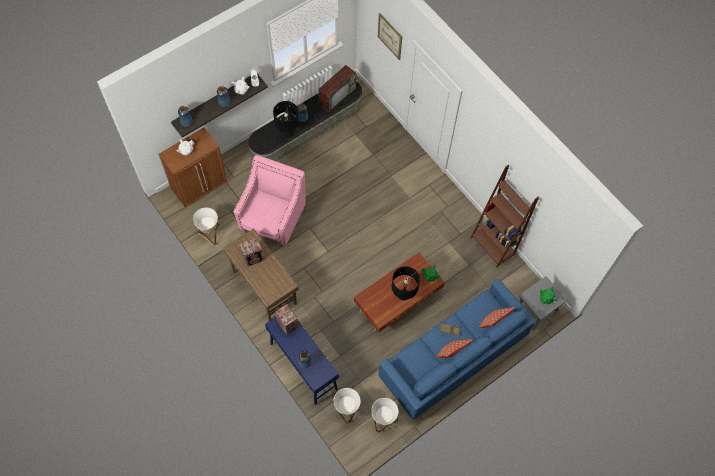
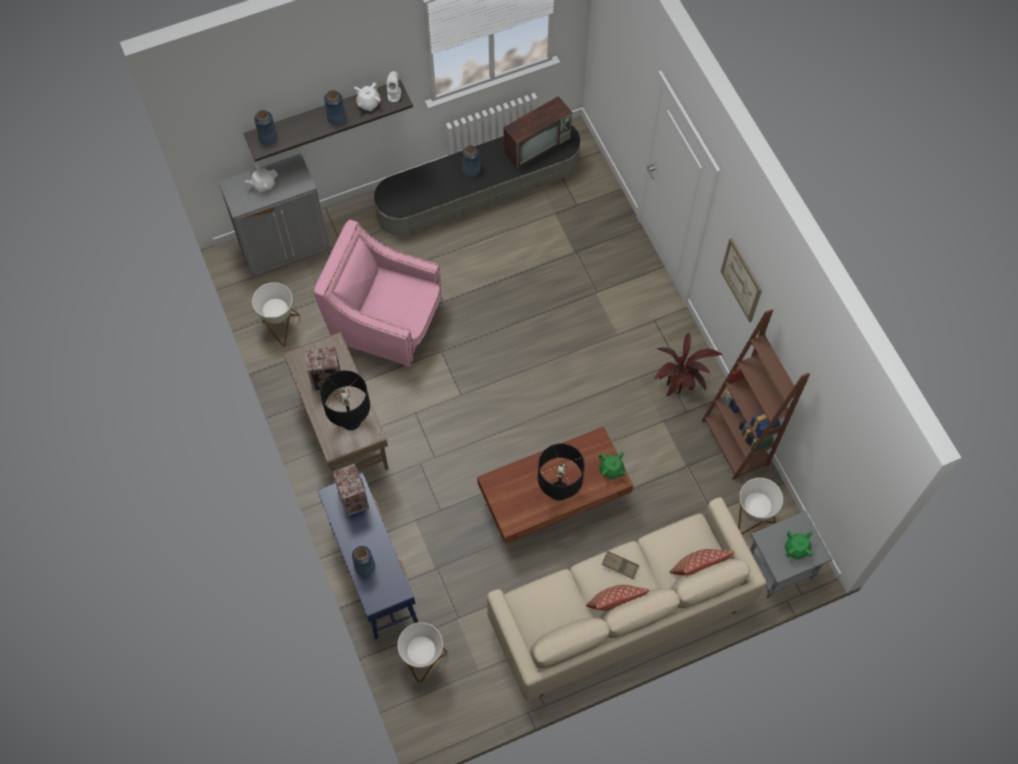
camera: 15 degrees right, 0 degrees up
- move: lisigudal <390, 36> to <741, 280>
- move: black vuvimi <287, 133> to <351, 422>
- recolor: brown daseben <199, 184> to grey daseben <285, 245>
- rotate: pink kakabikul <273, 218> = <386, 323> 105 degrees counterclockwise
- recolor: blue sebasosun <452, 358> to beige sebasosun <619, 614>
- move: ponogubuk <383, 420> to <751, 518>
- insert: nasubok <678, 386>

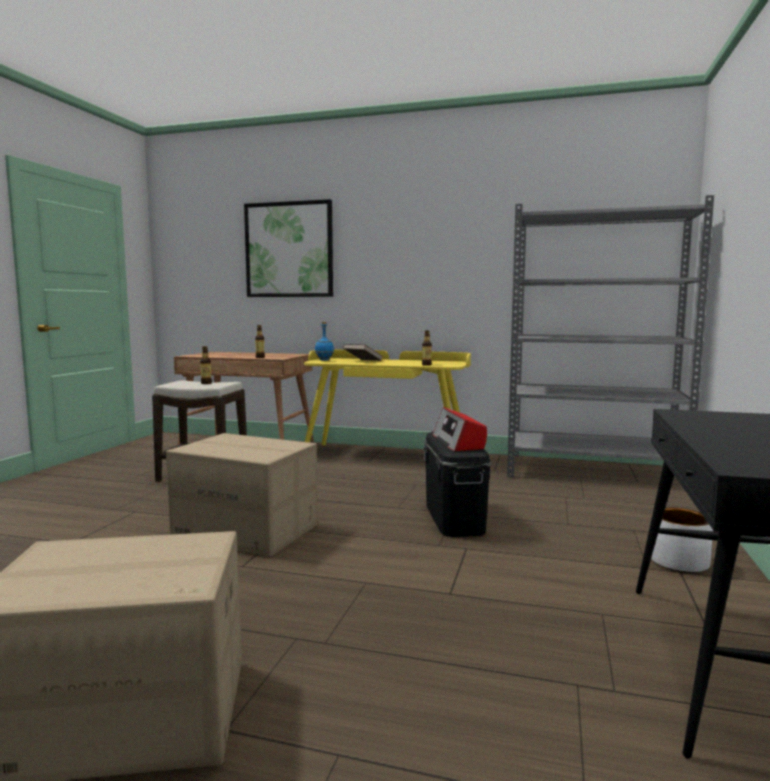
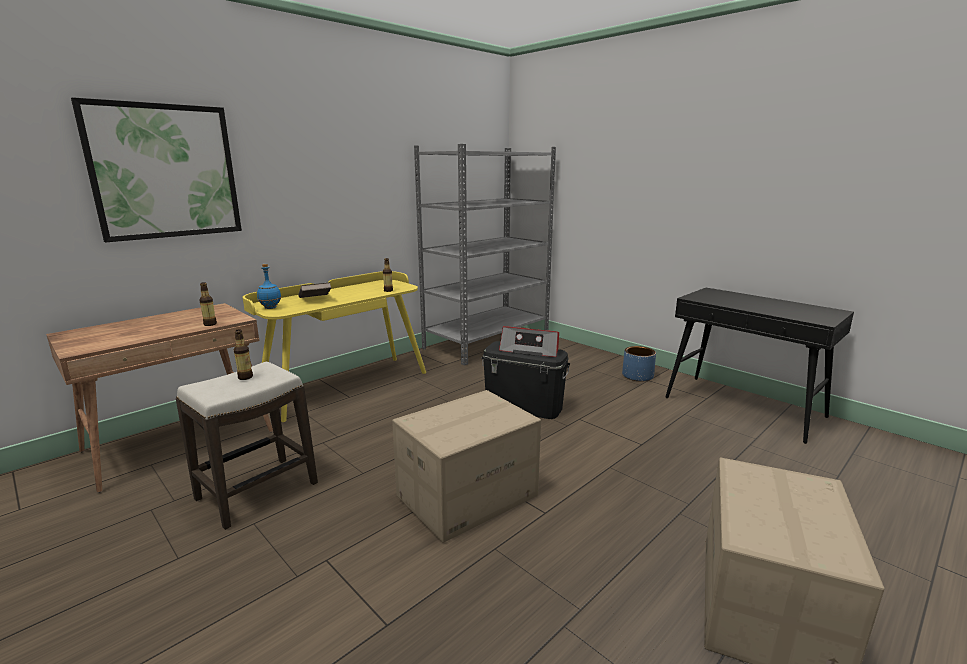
camera: 60 degrees left, 10 degrees up
- recolor: white ponogubuk <678, 562> to blue ponogubuk <637, 376>

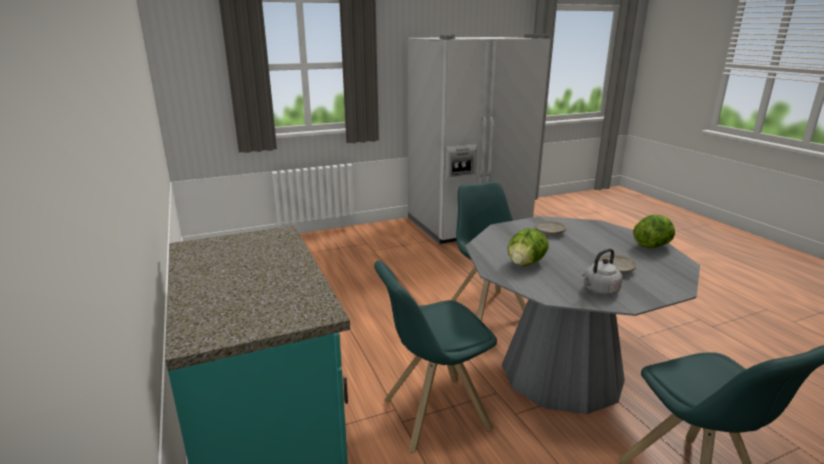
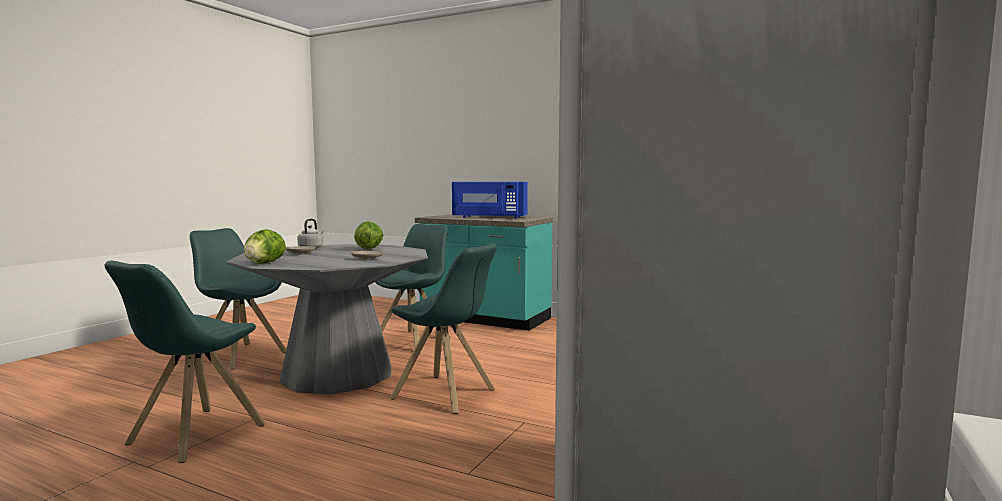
camera: 140 degrees right, 15 degrees down
- insert: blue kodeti <489, 217>
- insert: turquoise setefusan <195, 434>

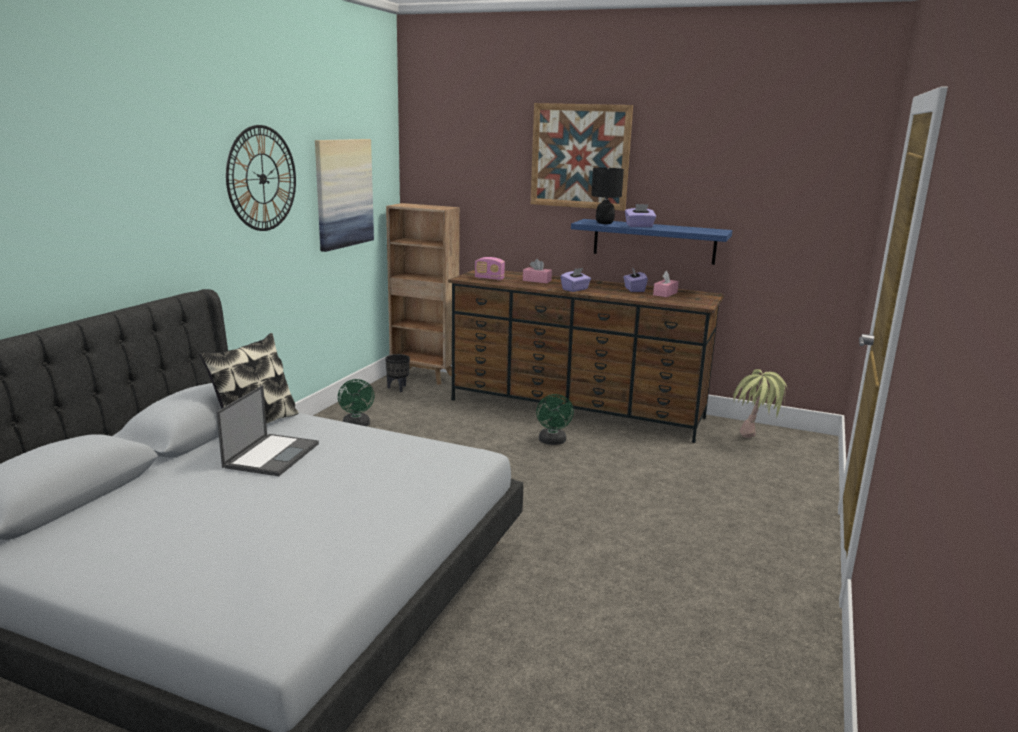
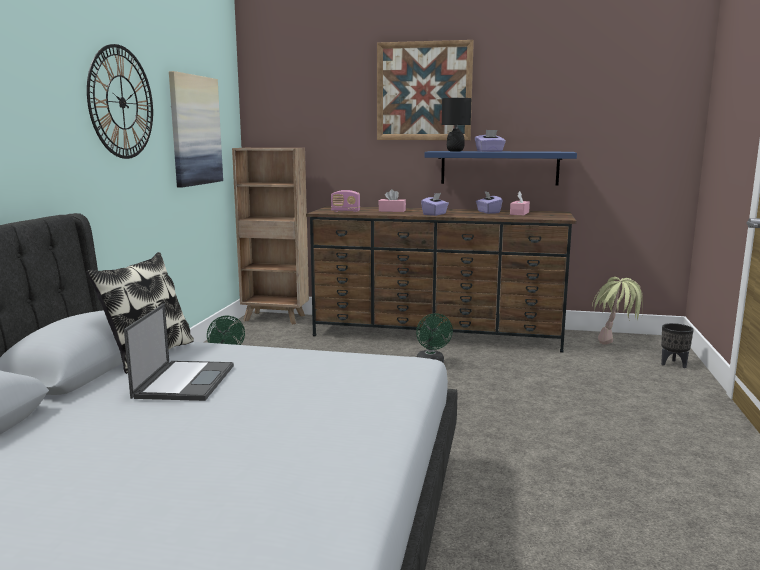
camera: 10 degrees left, 5 degrees down
- move: black ponogubuk <398, 388> to <673, 364>

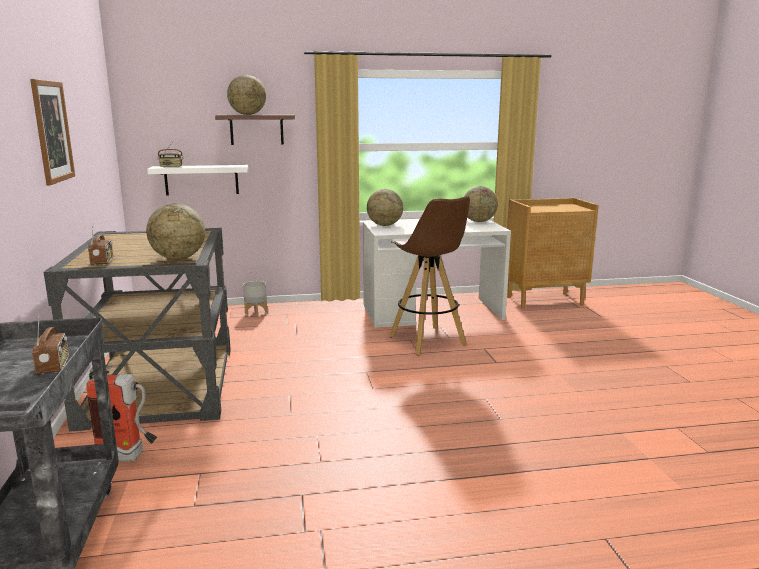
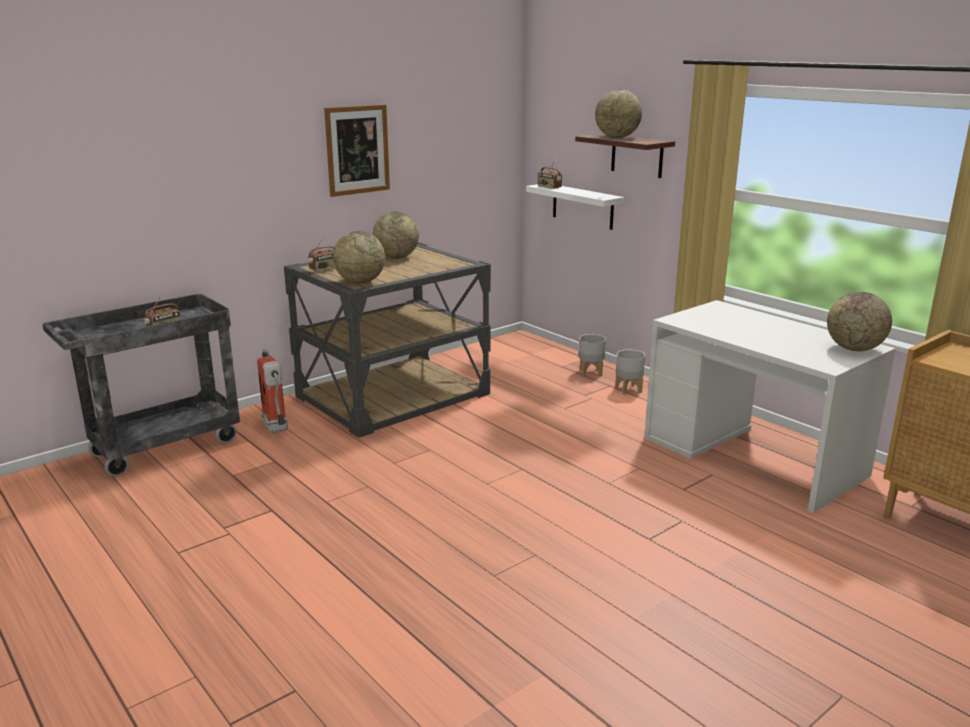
camera: 60 degrees right, 5 degrees up
- move: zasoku <384, 225> to <396, 257>
- delete: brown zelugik <427, 341>
- insert: grey ponogubuk <628, 389>

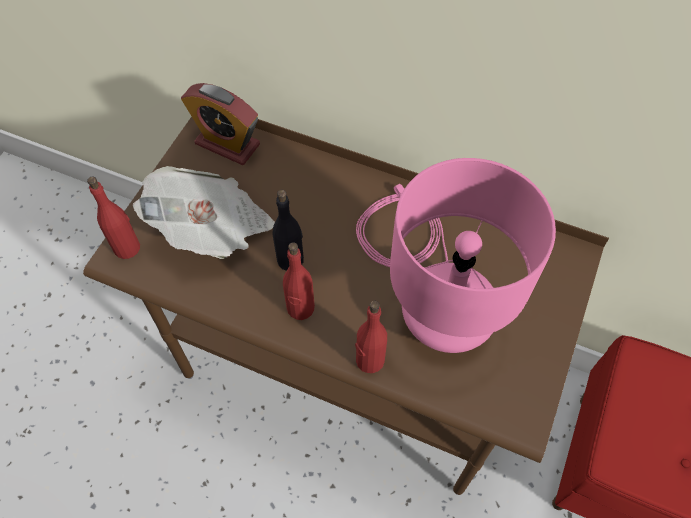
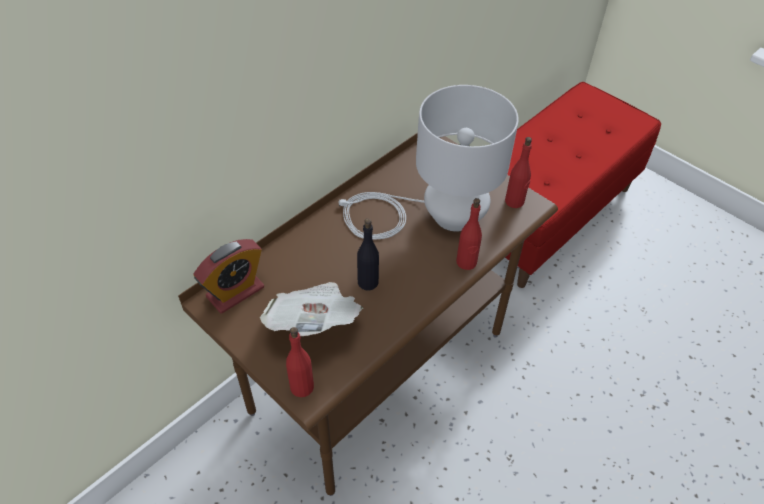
camera: 70 degrees left, 10 degrees down
- recolor: pink vuvimi <427, 284> to grey vuvimi <423, 215>
- move: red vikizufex <300, 308> to <514, 201>

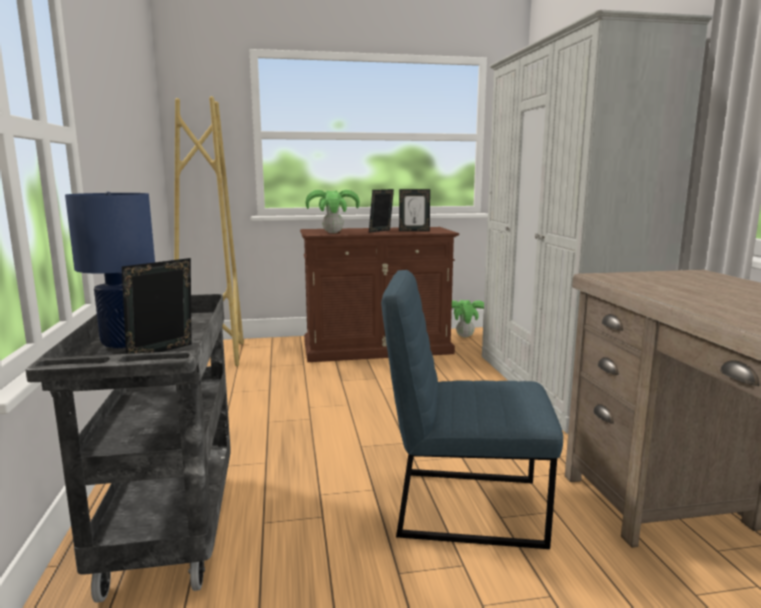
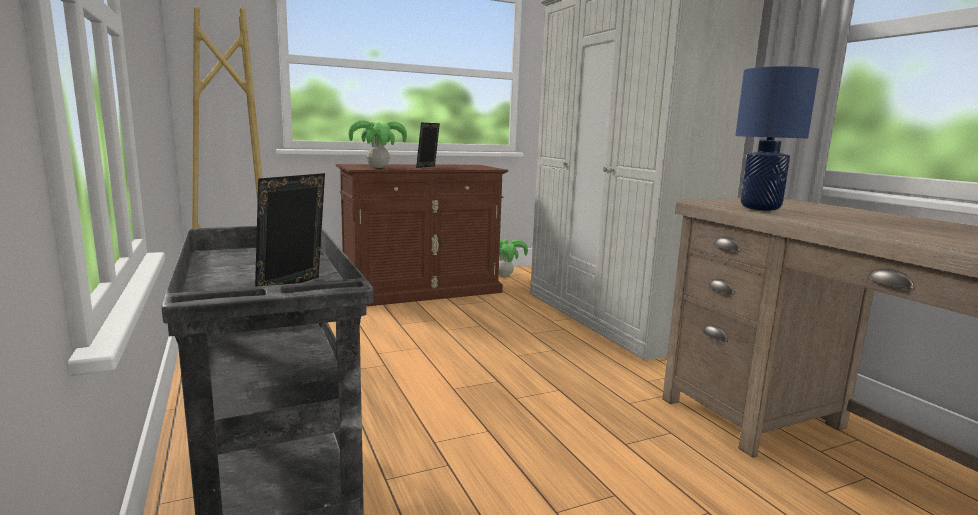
camera: 15 degrees left, 0 degrees up
- delete: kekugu <414, 231>
- move: blue vuvimi <124, 345> to <759, 209>
- delete: blue setefusan <464, 505>

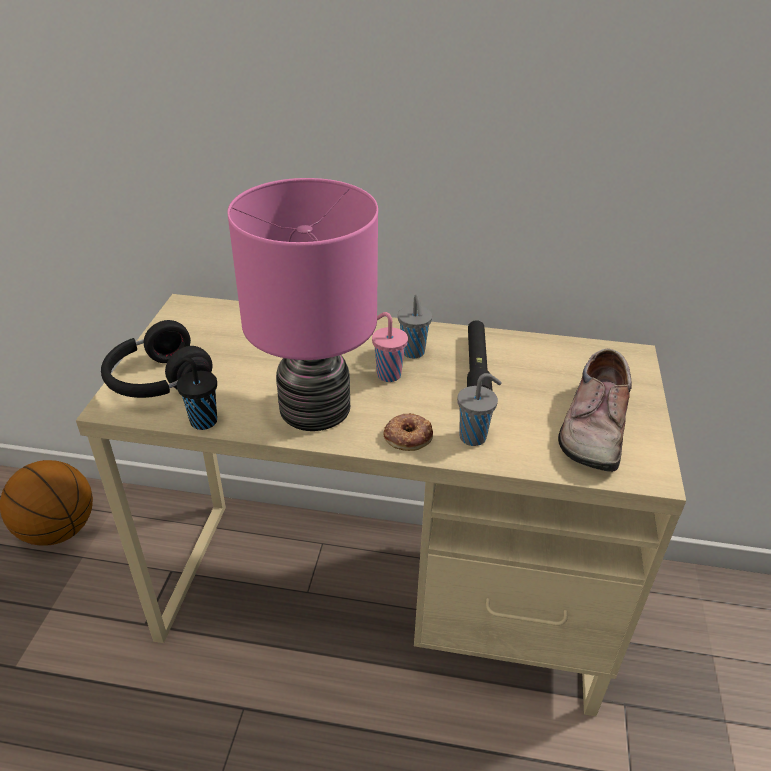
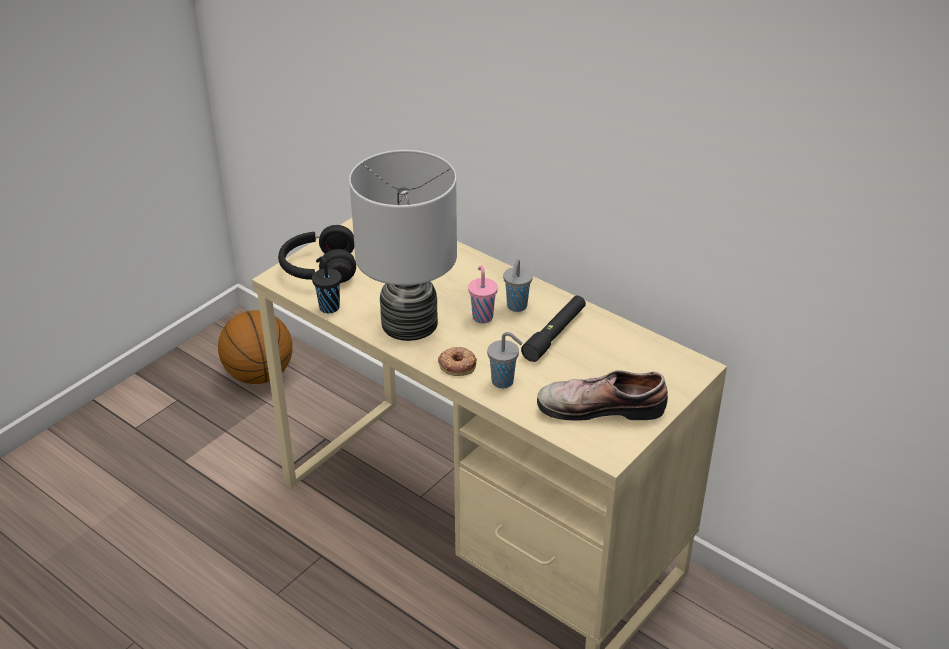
camera: 30 degrees right, 0 degrees up
- recolor: pink vuvimi <315, 408> to grey vuvimi <410, 323>
- rotate: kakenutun <591, 425> = <600, 405> 45 degrees clockwise

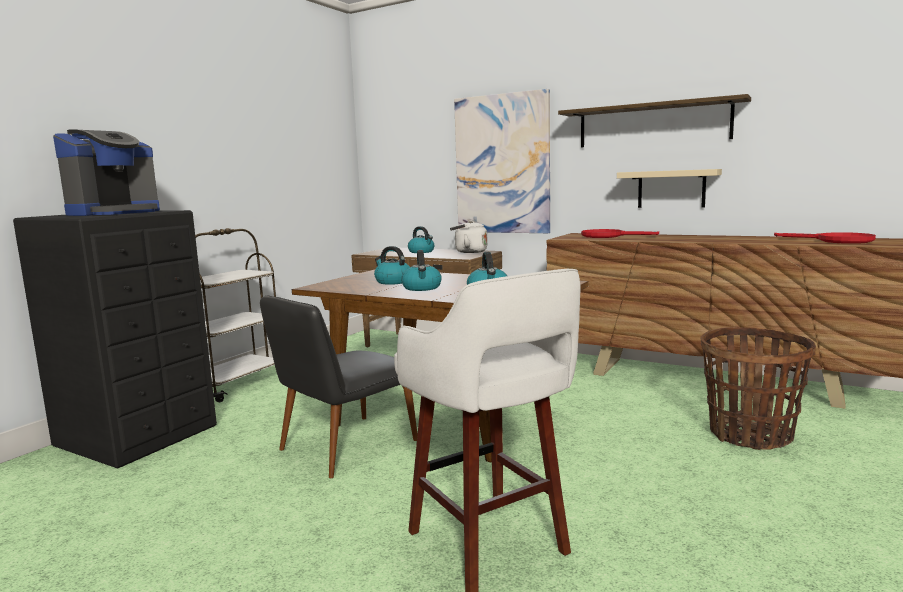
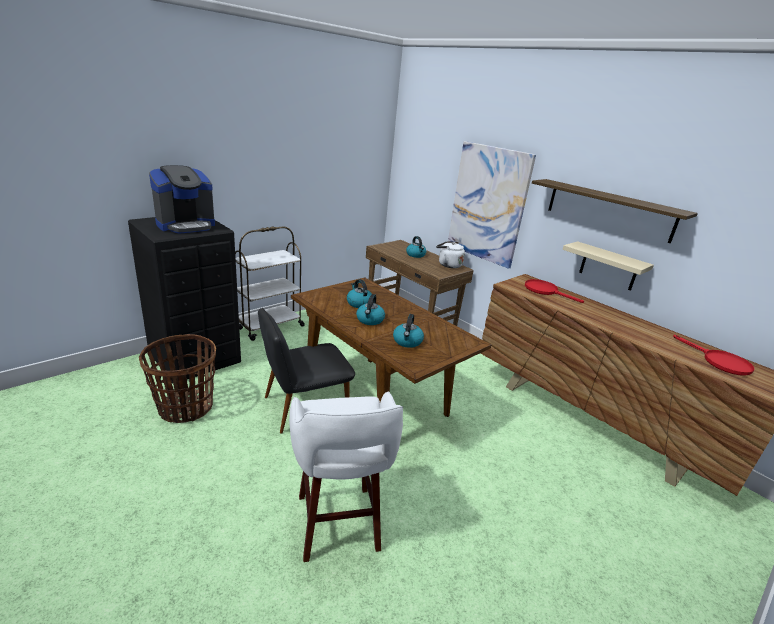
camera: 15 degrees right, 15 degrees up
- move: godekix <750, 435> to <185, 408>

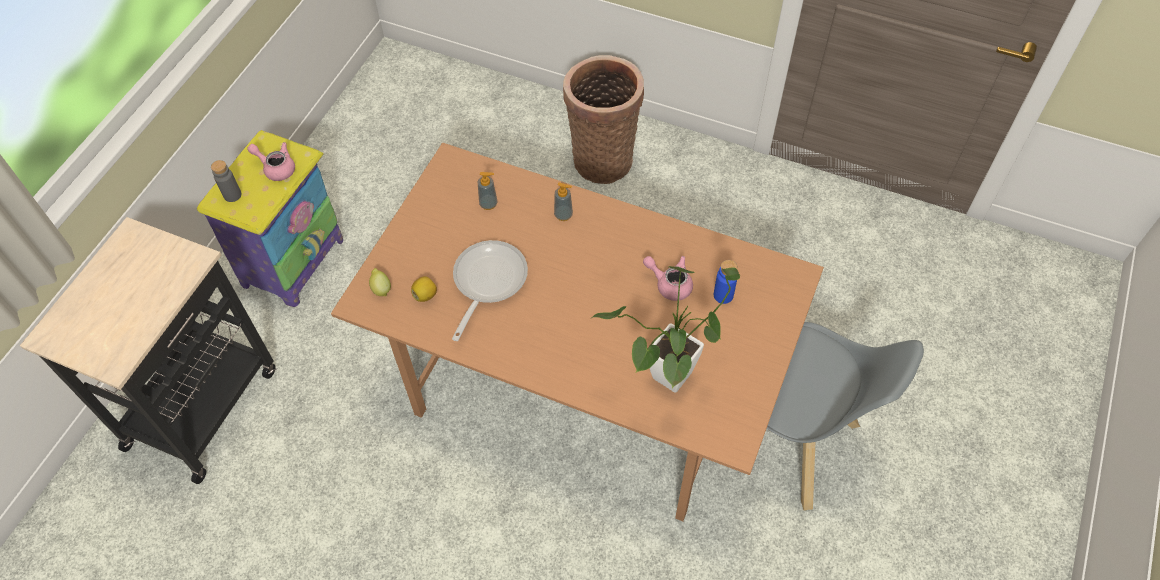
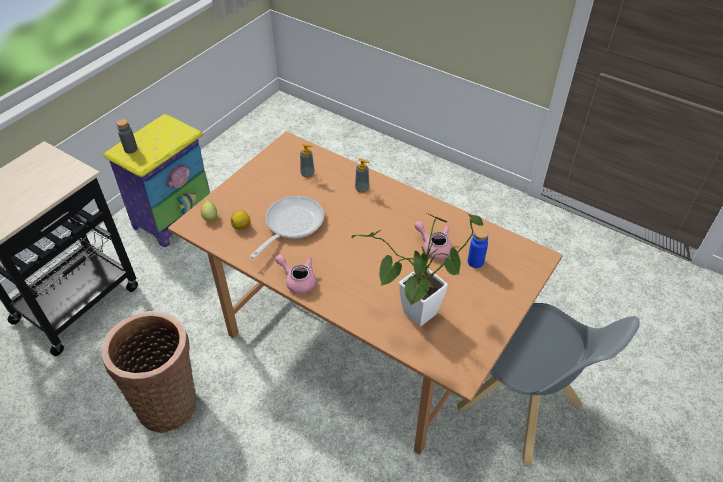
camera: 10 degrees right, 10 degrees down
- move: godekix <602, 157> to <169, 401>
- move: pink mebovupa <276, 168> to <298, 280>

